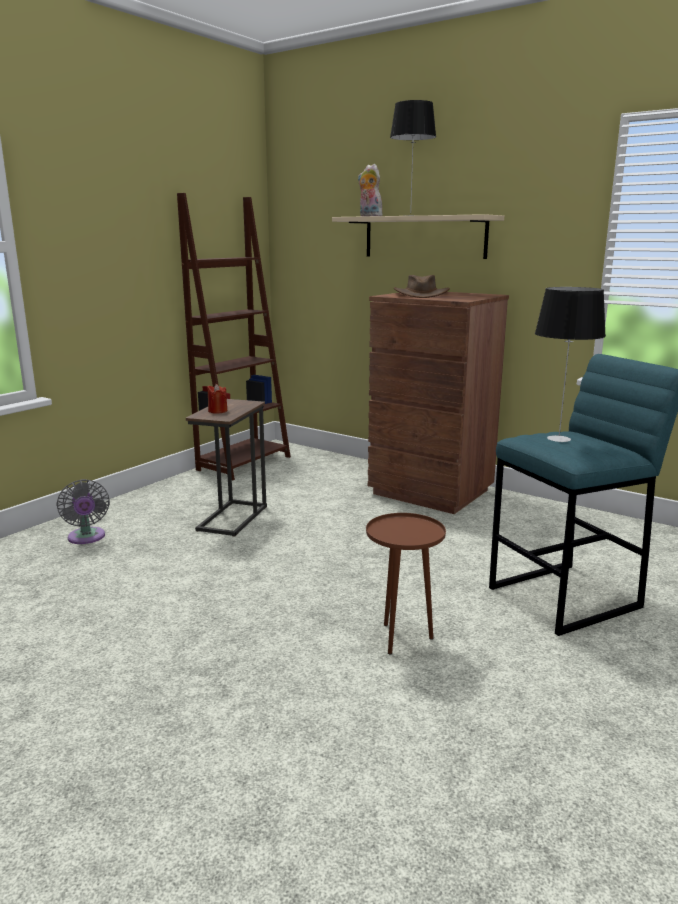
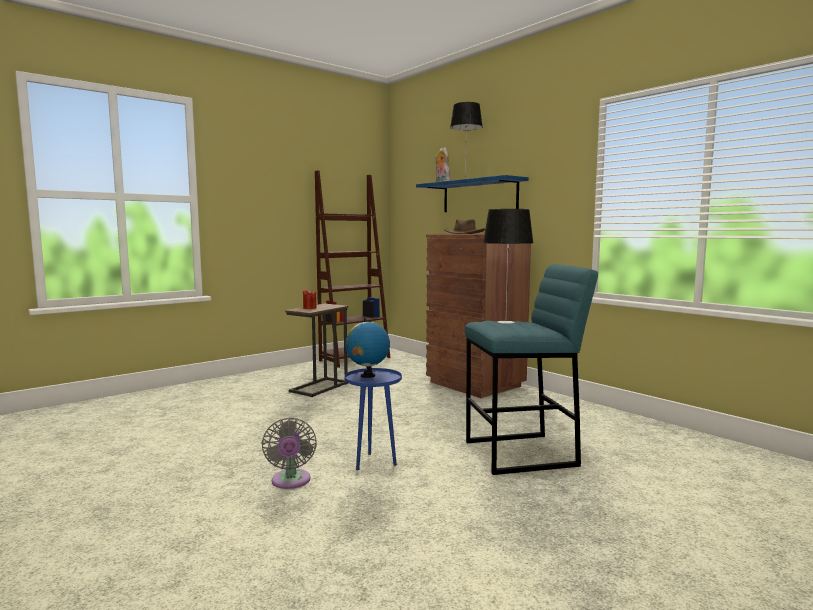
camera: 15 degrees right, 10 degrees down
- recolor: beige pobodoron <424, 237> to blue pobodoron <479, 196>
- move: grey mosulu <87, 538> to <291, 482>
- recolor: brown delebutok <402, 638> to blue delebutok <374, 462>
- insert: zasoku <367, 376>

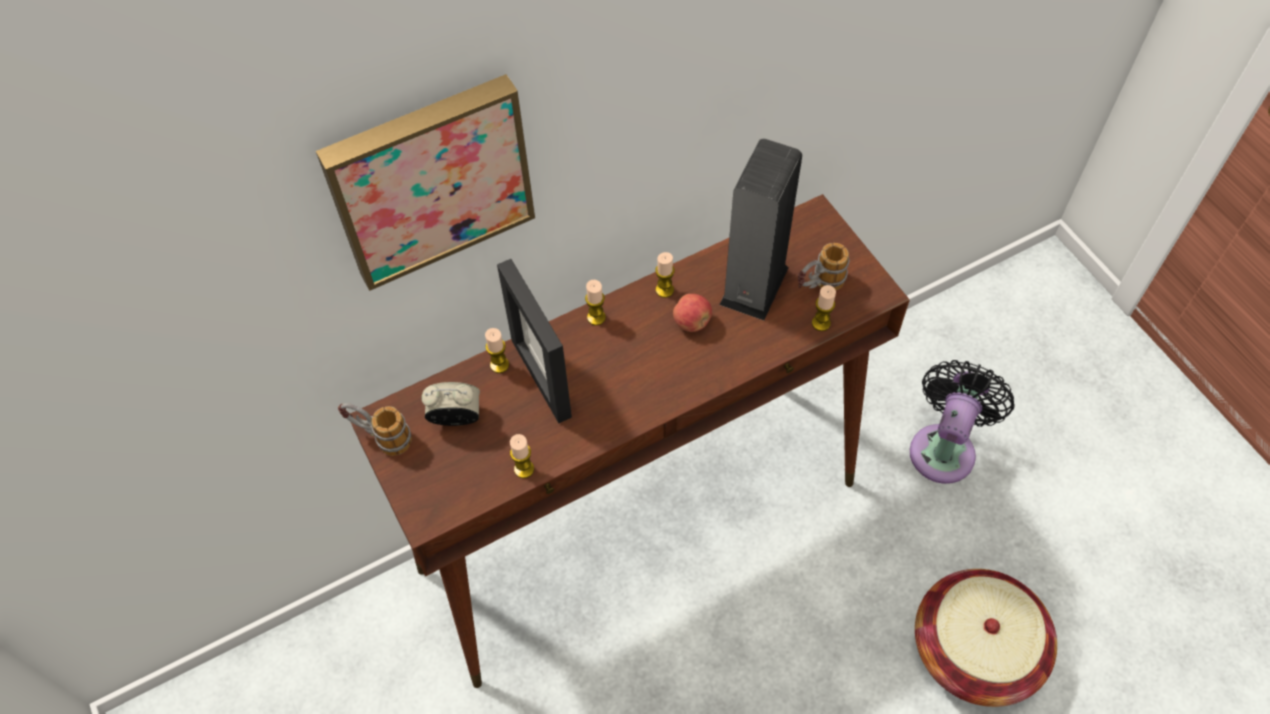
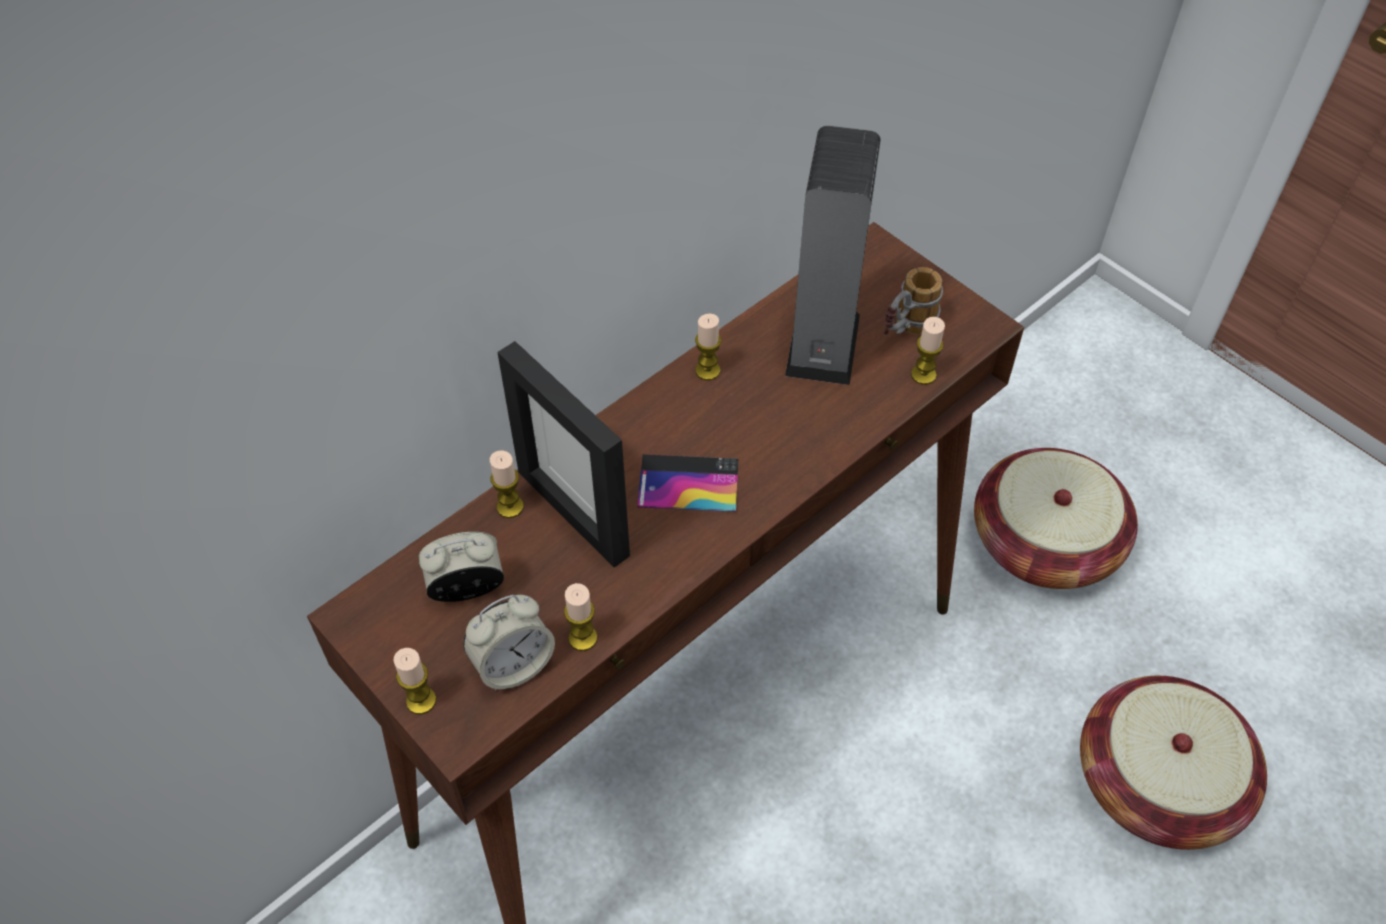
camera: 15 degrees left, 5 degrees down
- delete: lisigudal <429, 179>
- move: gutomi <596, 317> to <421, 701>
- delete: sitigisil <692, 322>
- replace: black mosulu <944, 447> to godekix <1044, 543>
- delete: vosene <380, 437>
- insert: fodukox <688, 483>
- insert: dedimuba <513, 664>

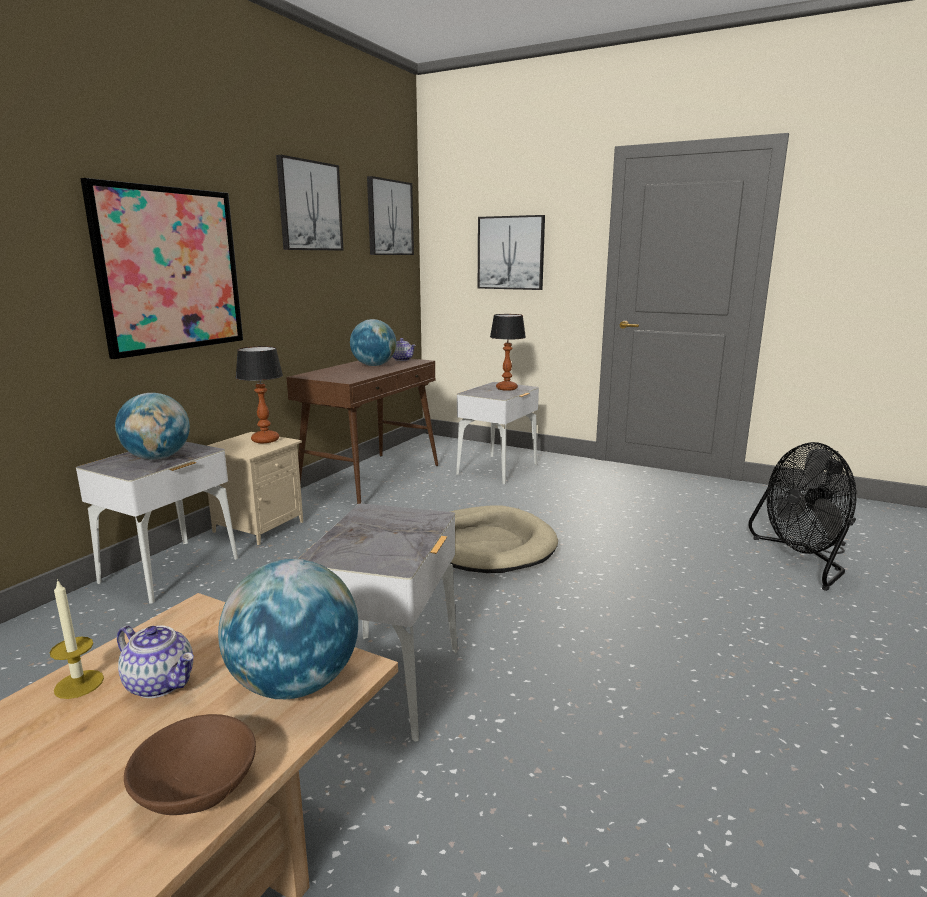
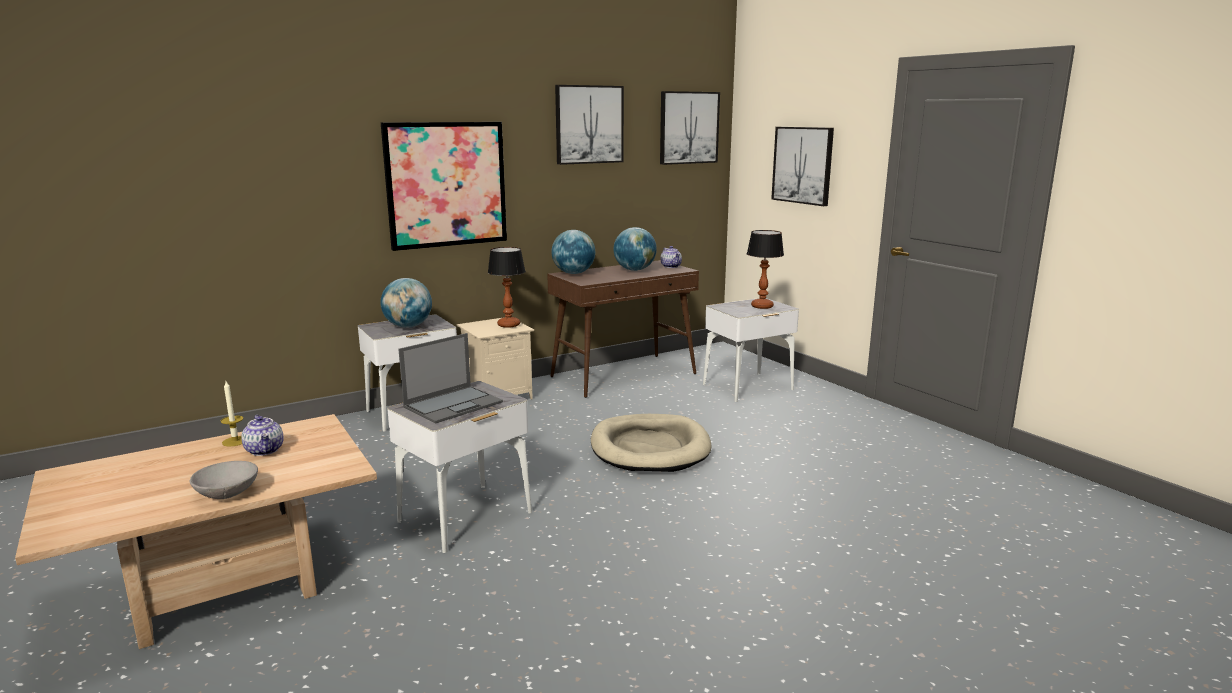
camera: 30 degrees right, 0 degrees up
- delete: black mosulu <805, 559>
- move: zasoku <295, 684> to <573, 273>
- recolor: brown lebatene <196, 790> to grey lebatene <227, 493>
- insert: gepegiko <454, 404>

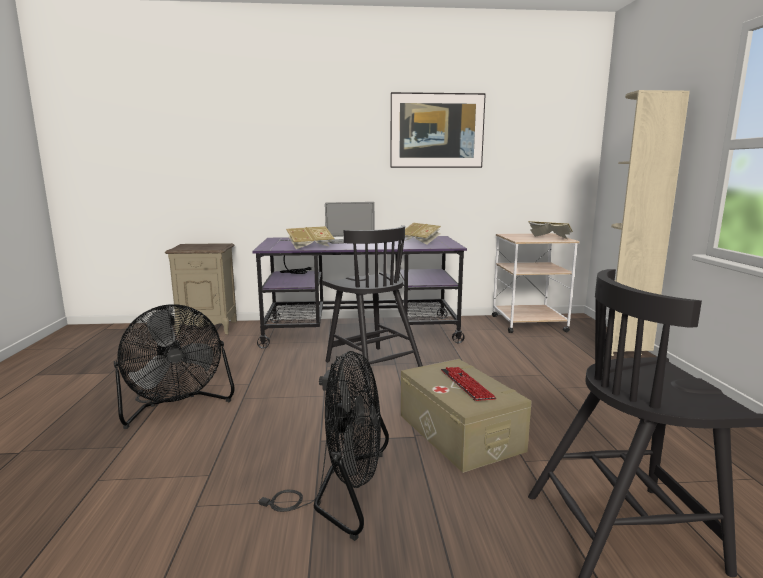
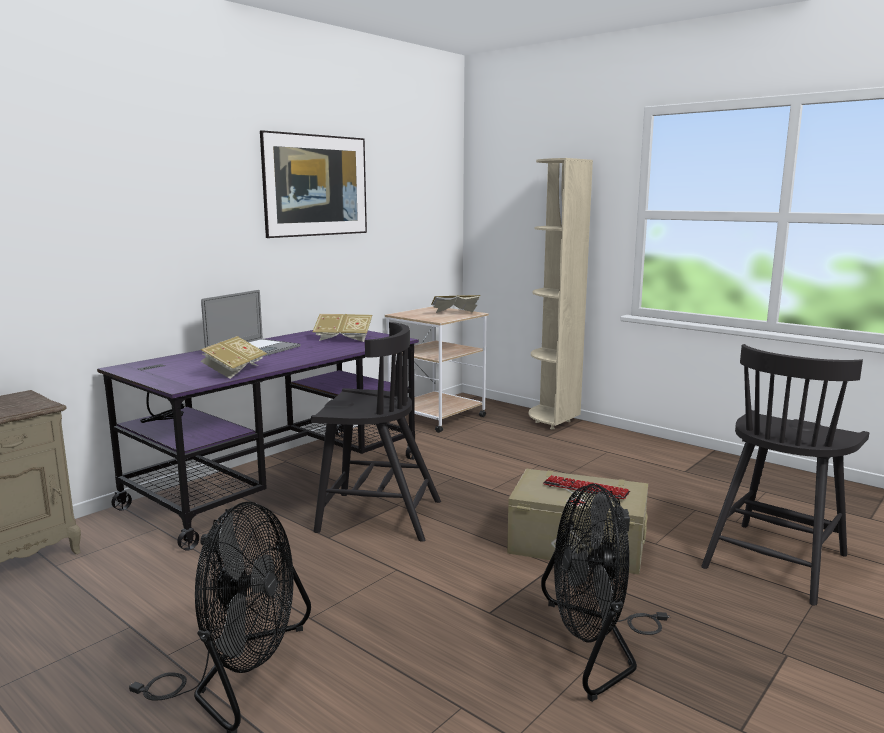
camera: 45 degrees left, 0 degrees up
- rotate: black mosulu <341, 492> = <598, 642> 150 degrees counterclockwise

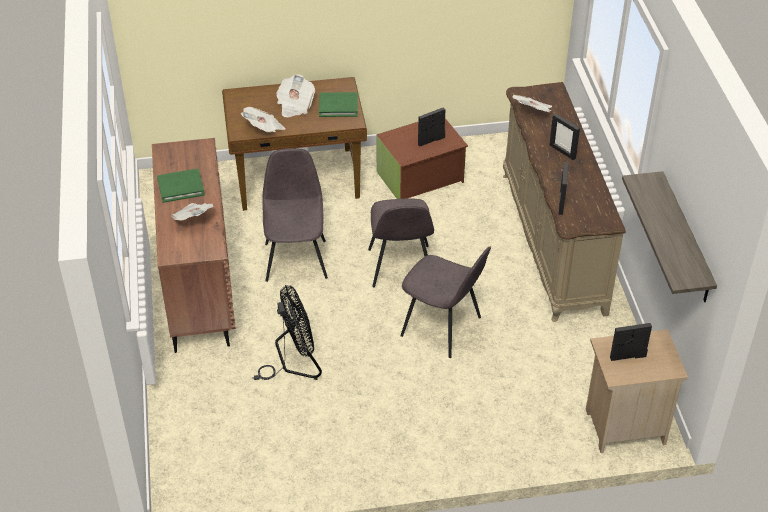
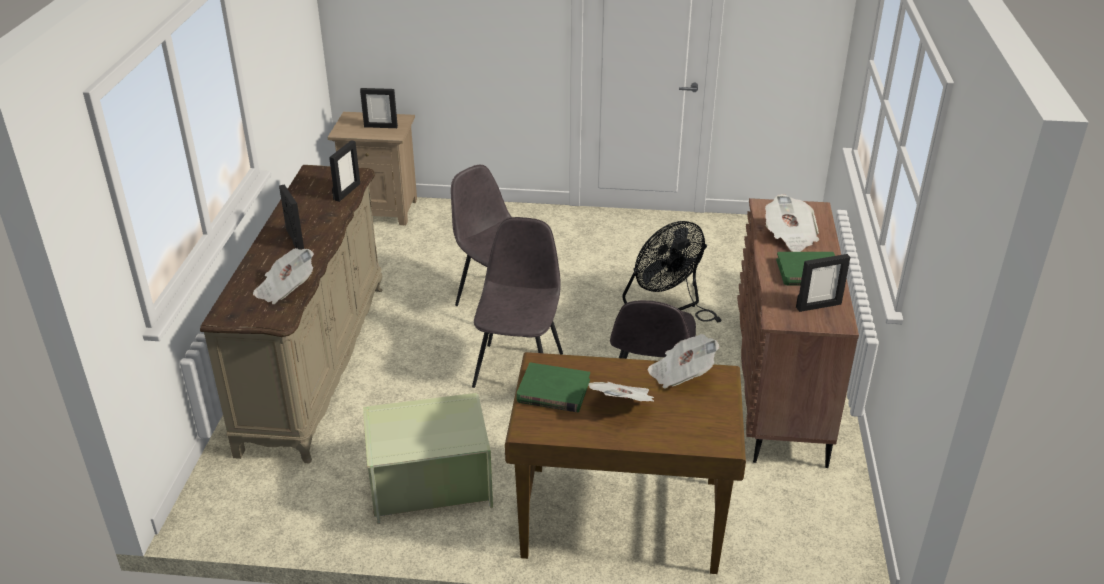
camera: 165 degrees left, 10 degrees down
- move: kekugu <431, 141> to <818, 305>
- recolor: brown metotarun <421, 177> to green metotarun <430, 484>
- delete: pobodoron <686, 239>
- rotate: black mosulu <292, 356> = <674, 304> 60 degrees clockwise

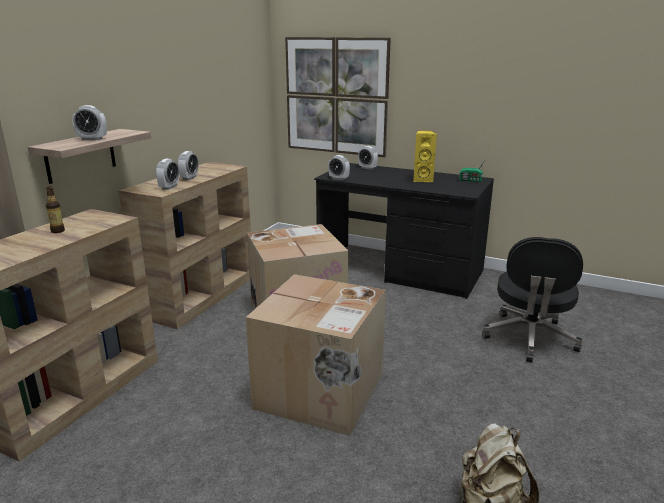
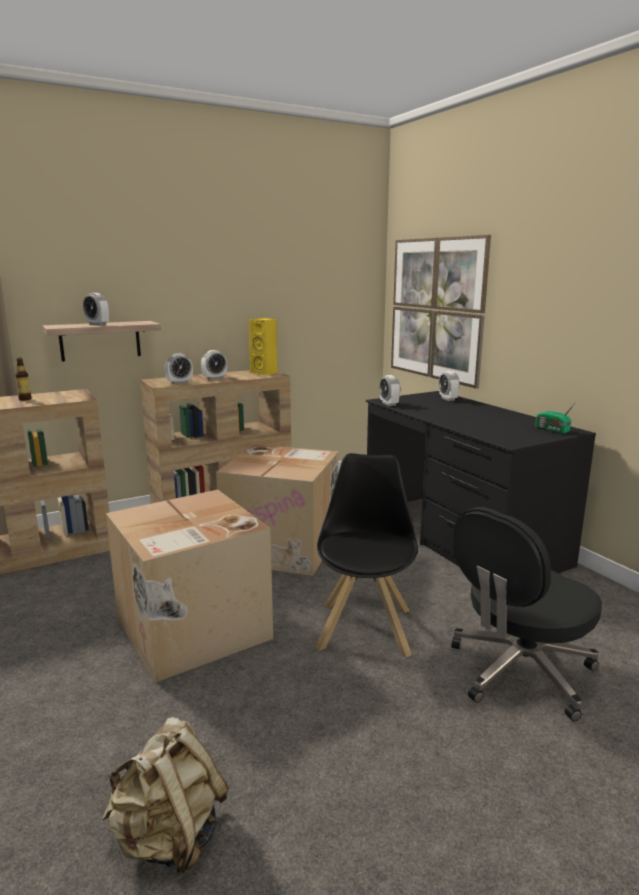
camera: 35 degrees right, 5 degrees down
- move: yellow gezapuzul <422, 180> to <265, 373>
- insert: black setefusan <365, 626>

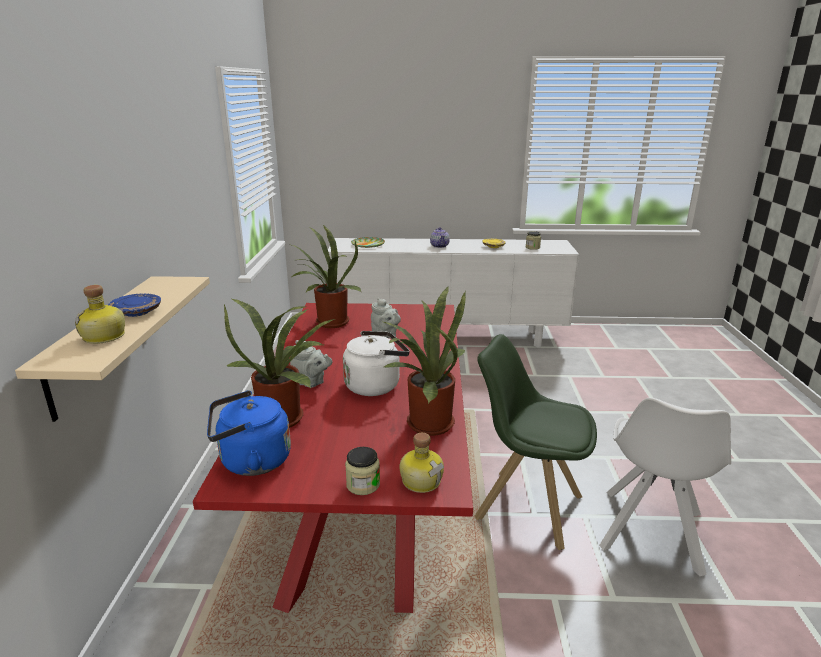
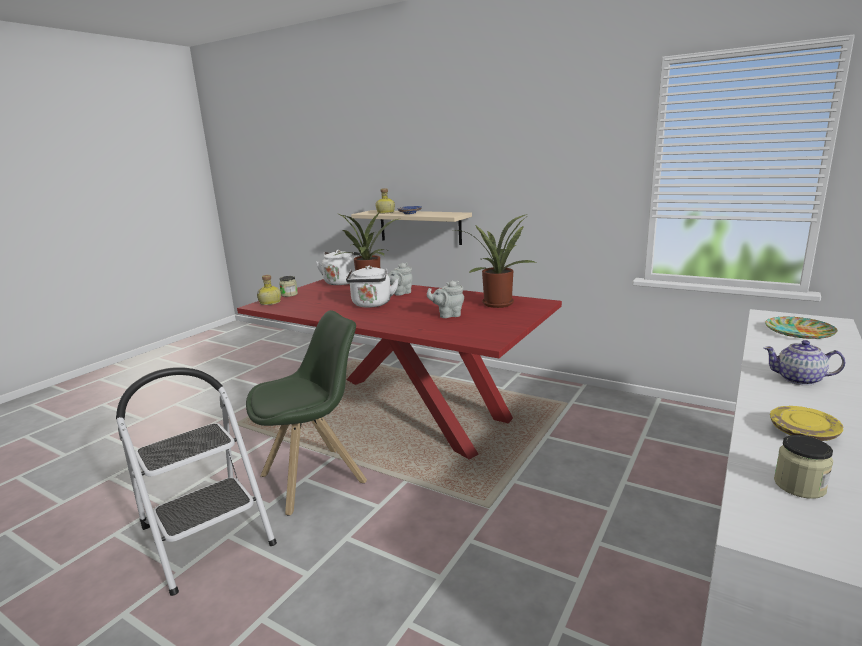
camera: 120 degrees right, 5 degrees down
- delete: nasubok <426, 422>
- recolor: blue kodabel <251, 461> to white kodabel <341, 282>
- replace: white setefusan <650, 532> to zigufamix <206, 533>

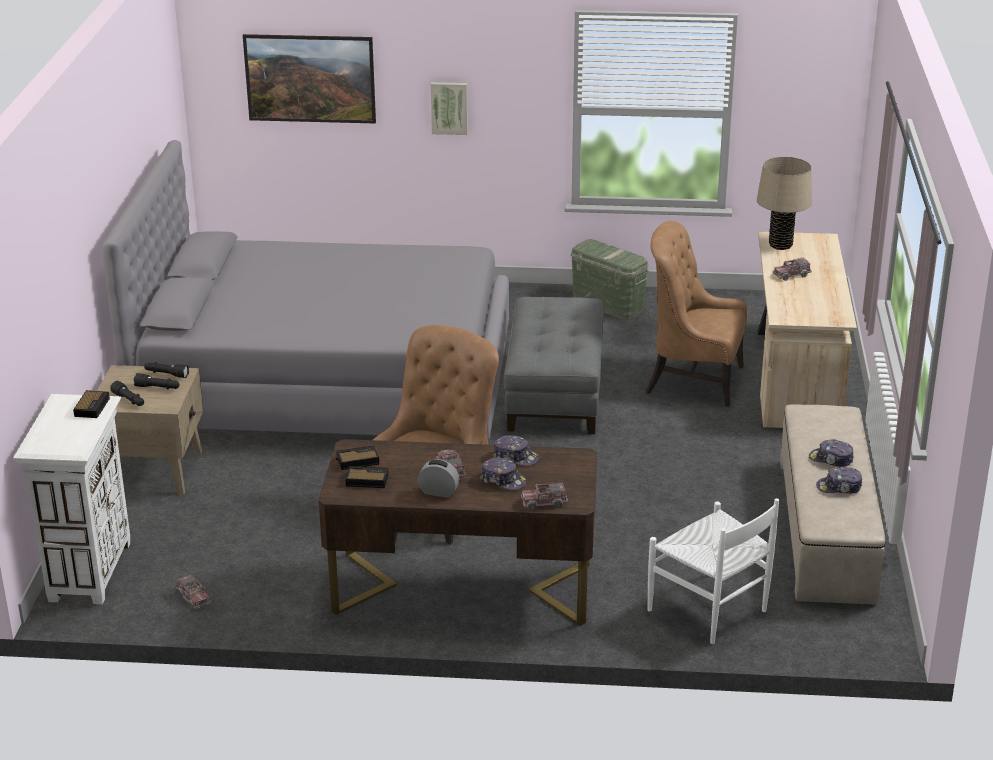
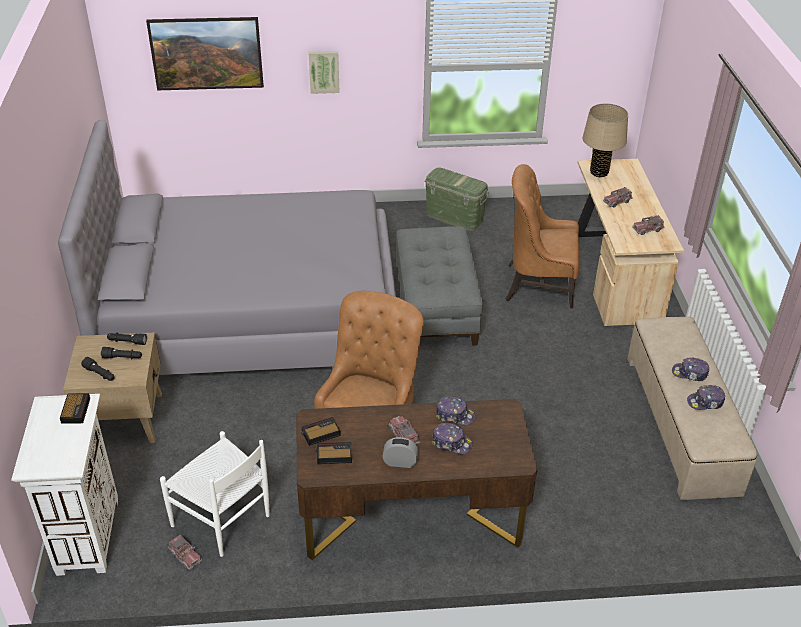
camera: 10 degrees left, 10 degrees up
- move: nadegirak <544, 502> to <647, 229>
- move: white setefusan <710, 610> to <223, 519>

